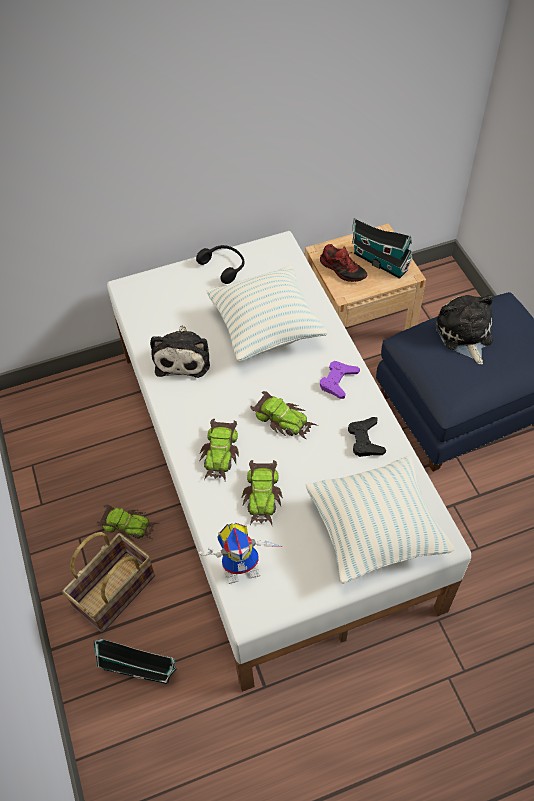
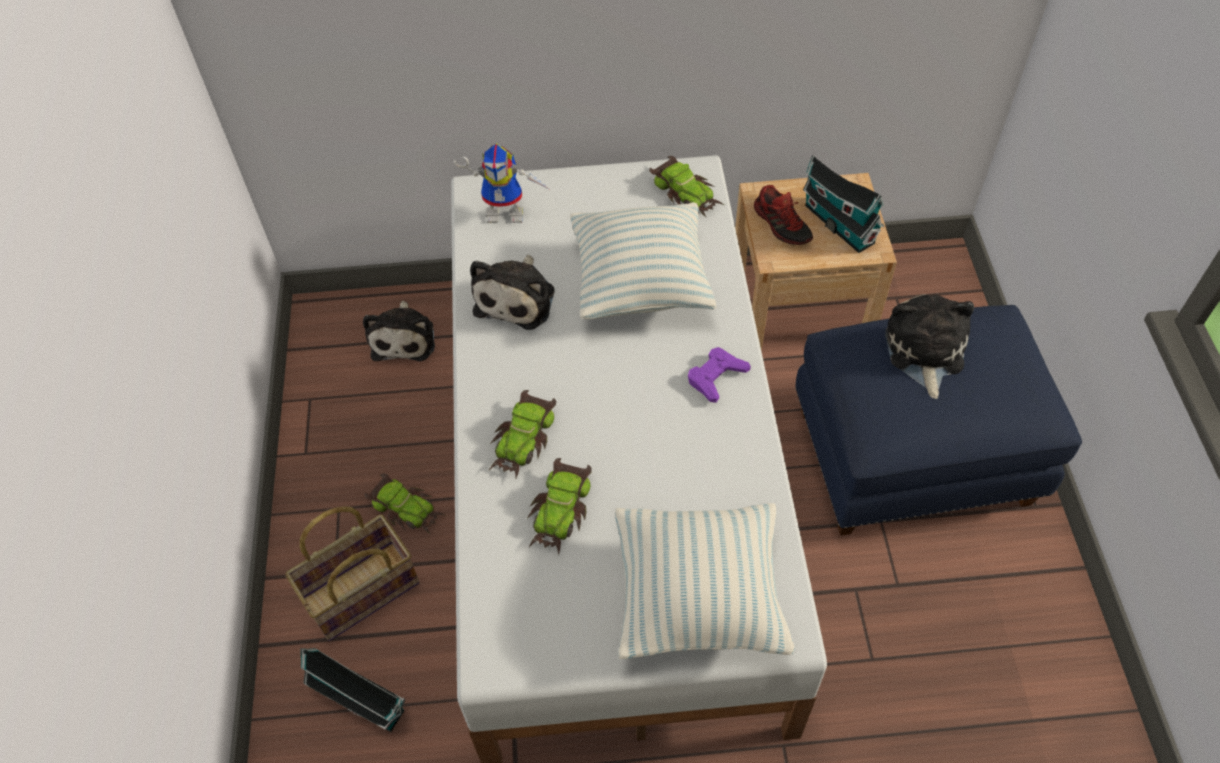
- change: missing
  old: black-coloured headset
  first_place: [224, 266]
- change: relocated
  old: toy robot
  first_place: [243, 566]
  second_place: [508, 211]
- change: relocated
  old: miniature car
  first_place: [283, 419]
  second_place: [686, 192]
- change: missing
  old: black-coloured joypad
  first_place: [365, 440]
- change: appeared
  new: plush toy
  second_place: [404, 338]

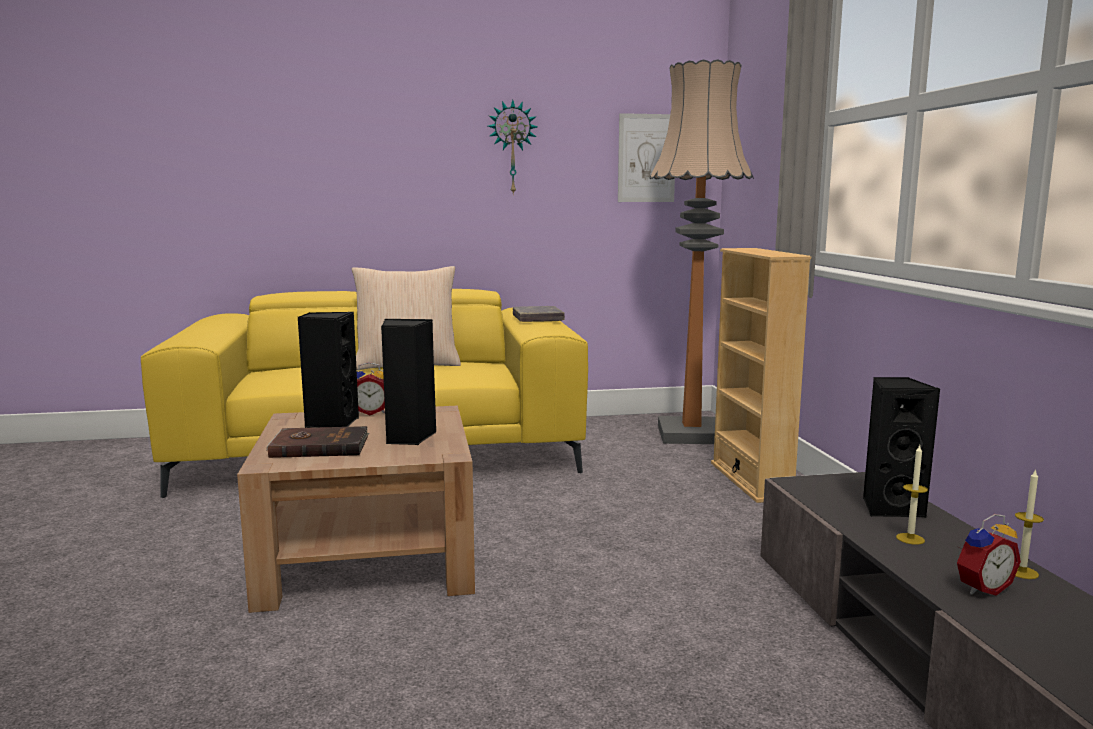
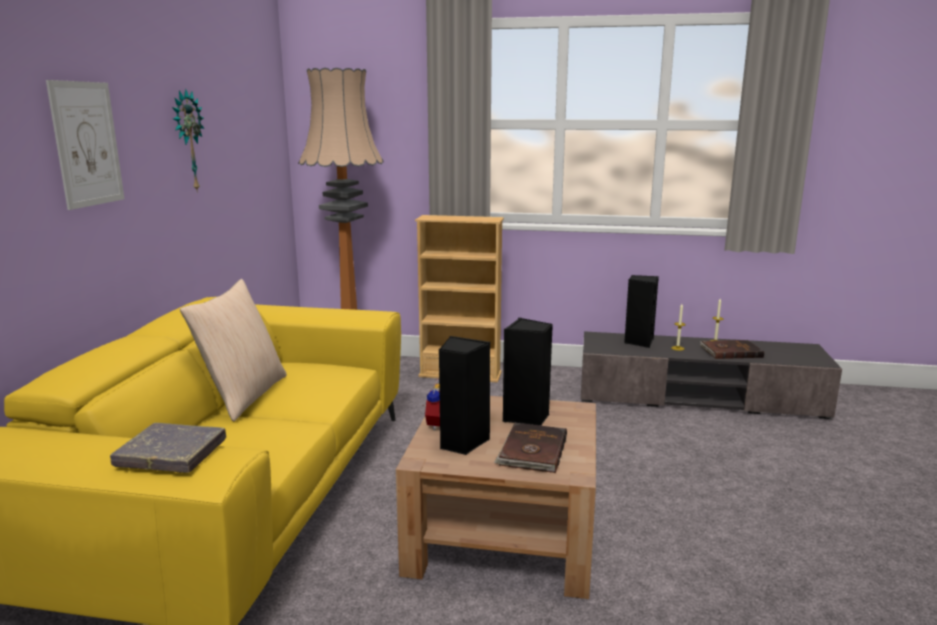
- change: relocated
  old: gray volume
  first_place: [538, 318]
  second_place: [171, 453]
- change: relocated
  old: wall picture
  first_place: [646, 158]
  second_place: [87, 144]
- change: exchanged
  old: bedside clock
  new: brownish volume
  first_place: [981, 588]
  second_place: [730, 351]

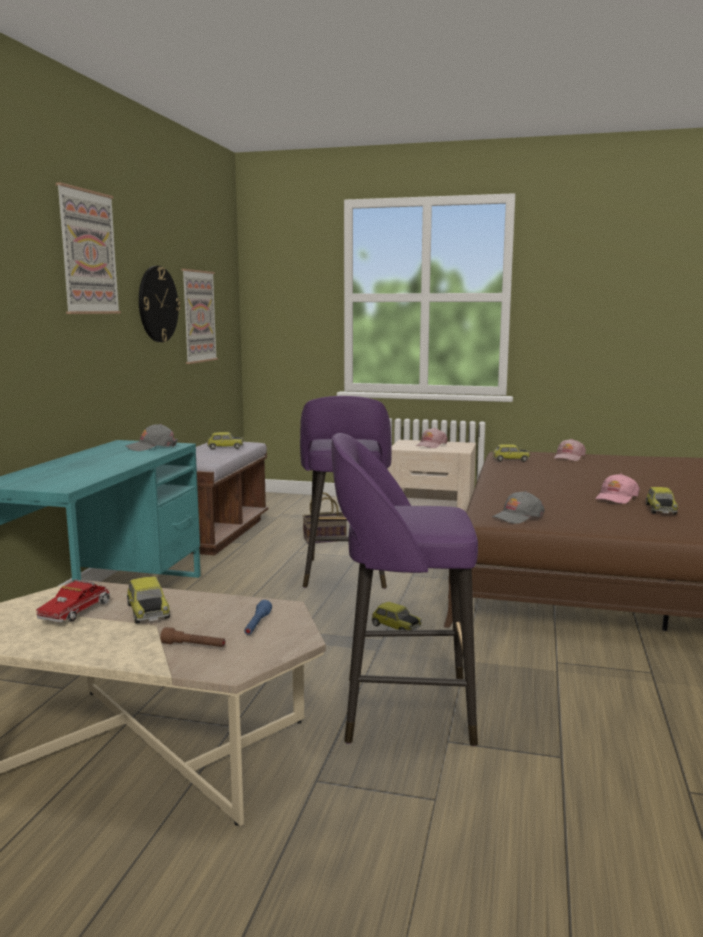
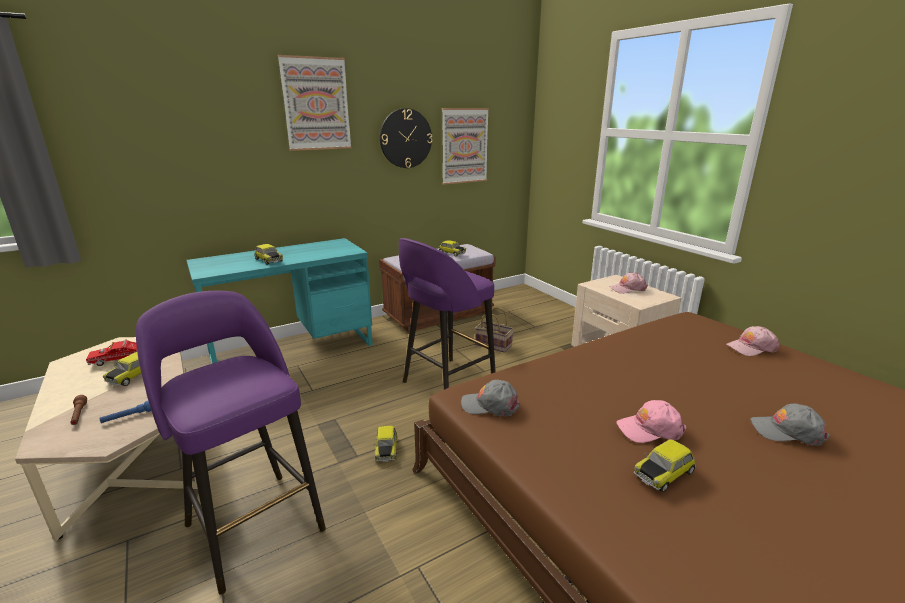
- change: relocated
  old: gray cap
  first_place: [152, 447]
  second_place: [787, 431]
- change: relocated
  old: miniature car
  first_place: [510, 460]
  second_place: [268, 260]

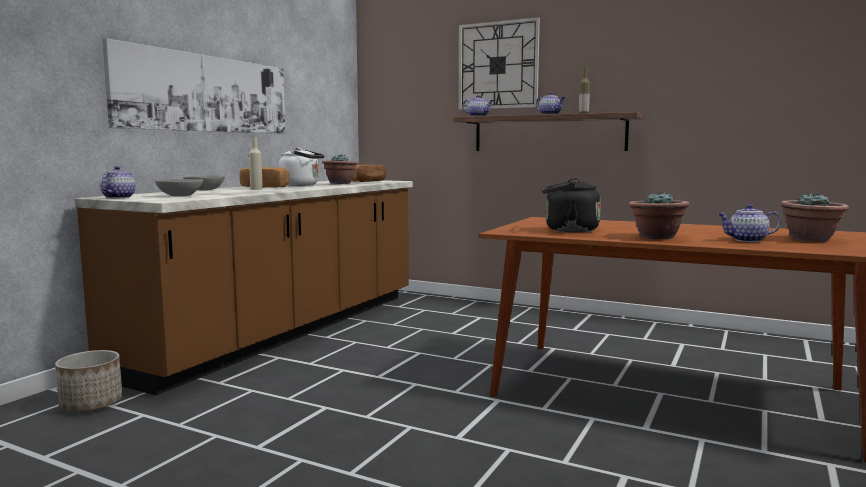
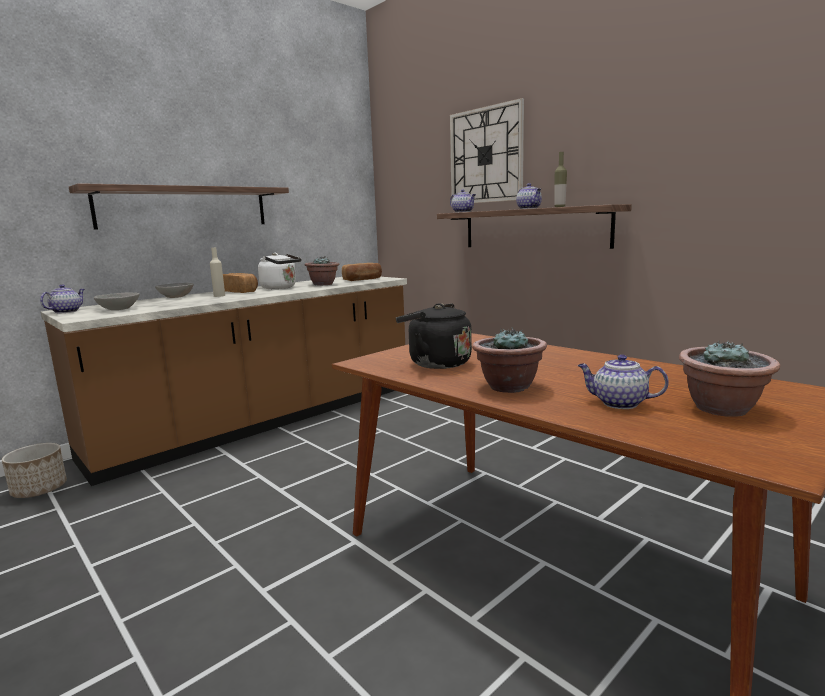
- change: exchanged
  old: wall picture
  new: bracket shelf
  first_place: [206, 94]
  second_place: [185, 207]

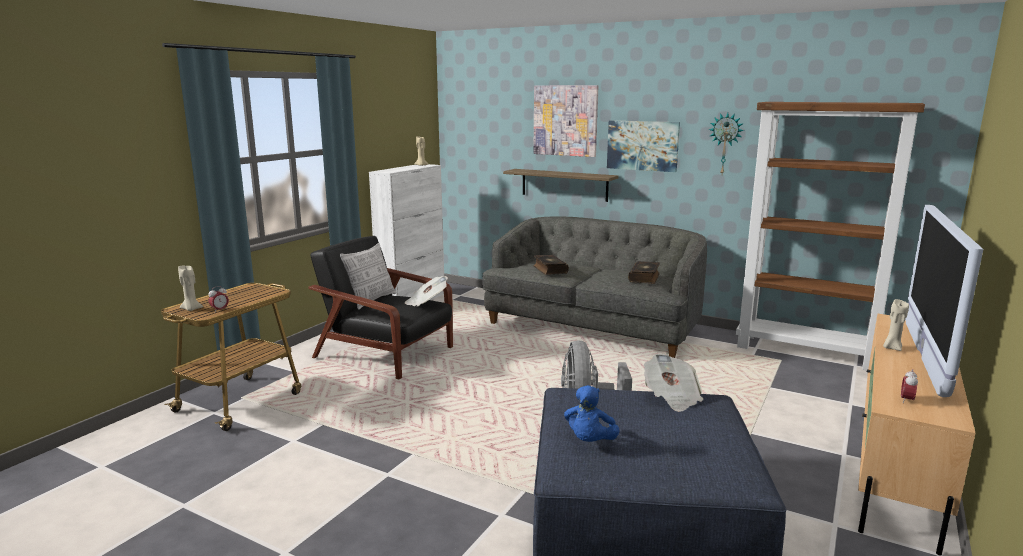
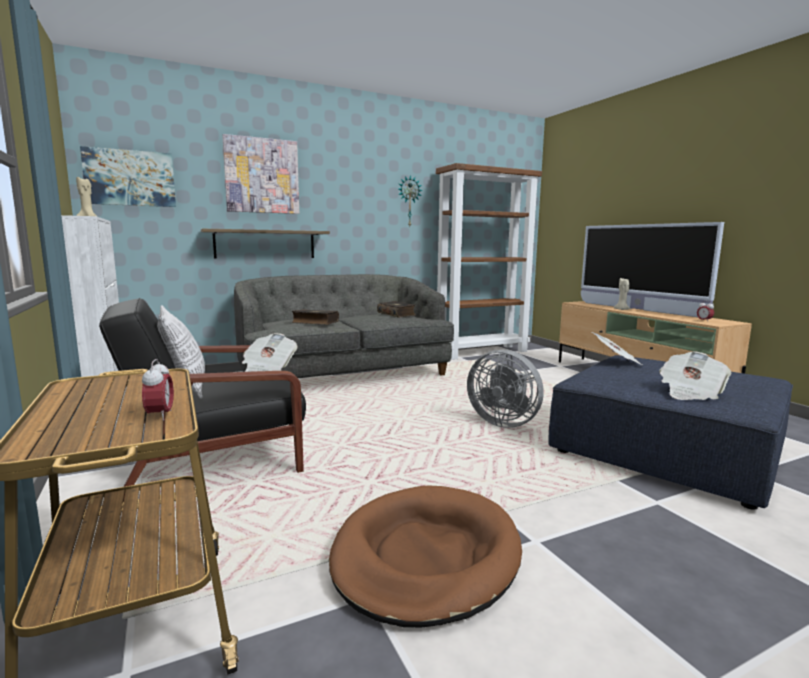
- change: missing
  old: beige-coloured wax candle
  first_place: [191, 309]
- change: exchanged
  old: blue-coloured plush toy
  new: newspaper
  first_place: [590, 441]
  second_place: [690, 393]
- change: relocated
  old: wall picture
  first_place: [642, 145]
  second_place: [130, 178]
- change: appeared
  new: brownish pet bed
  second_place: [425, 557]

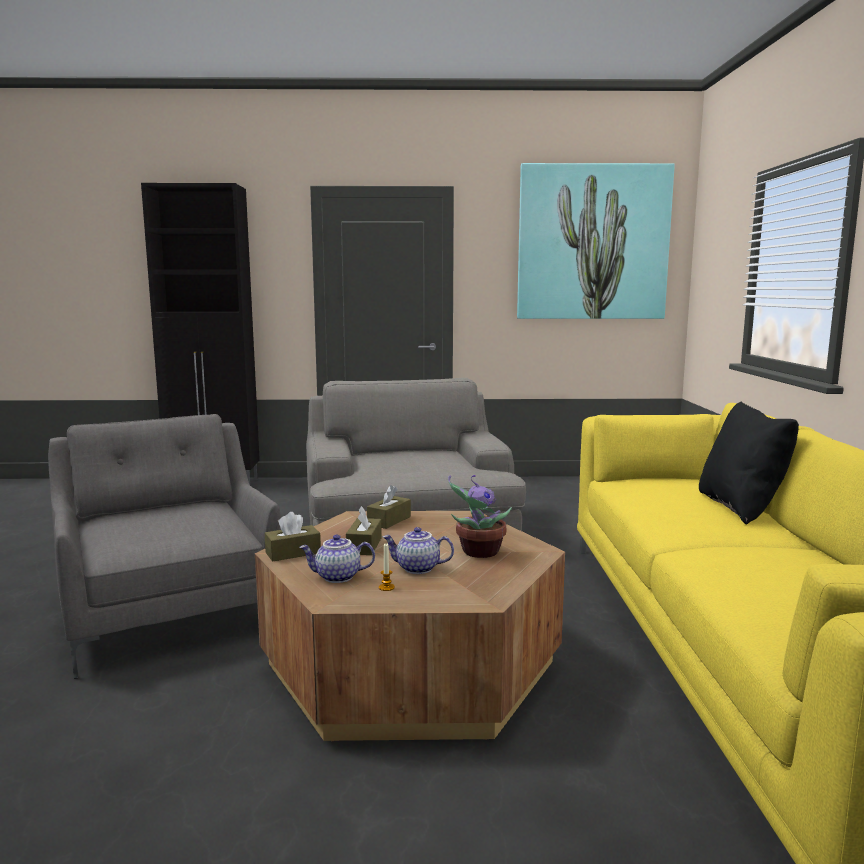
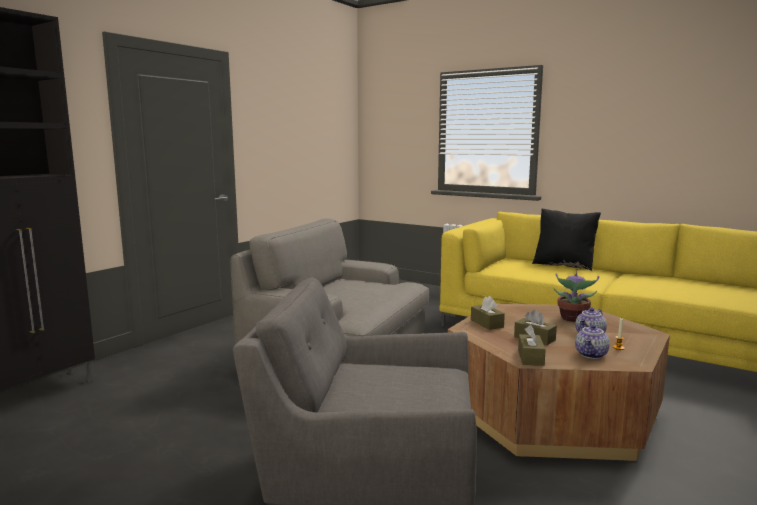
- change: missing
  old: wall picture
  first_place: [592, 243]

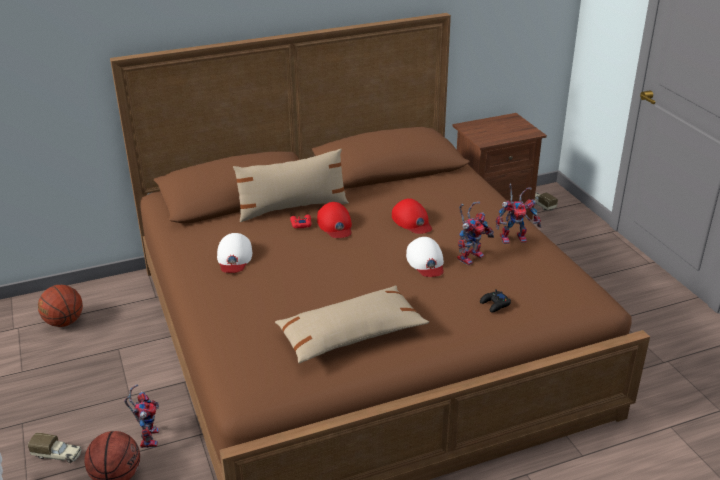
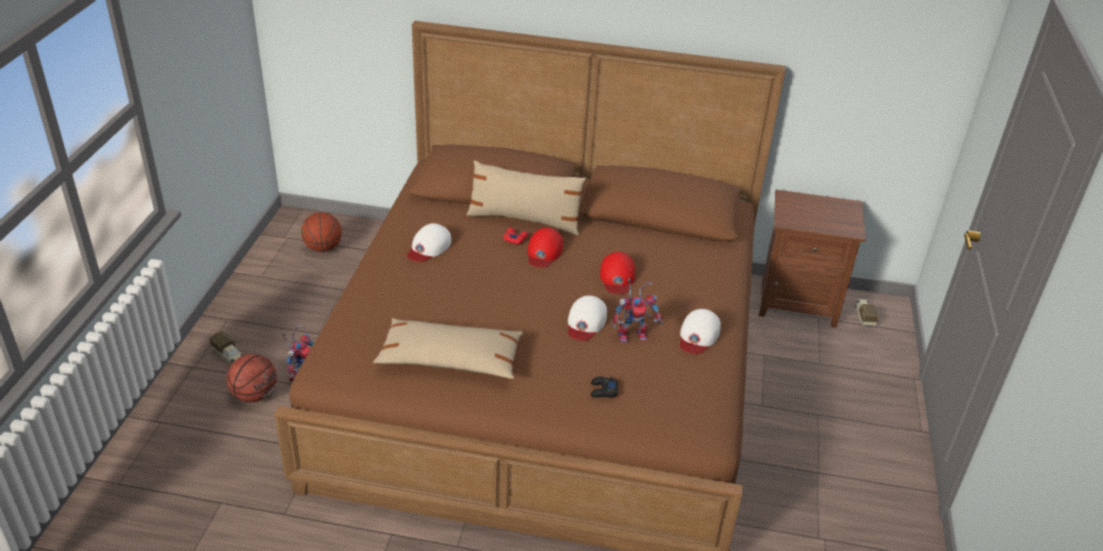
- change: exchanged
  old: toy robot
  new: white cap
  first_place: [515, 237]
  second_place: [698, 335]

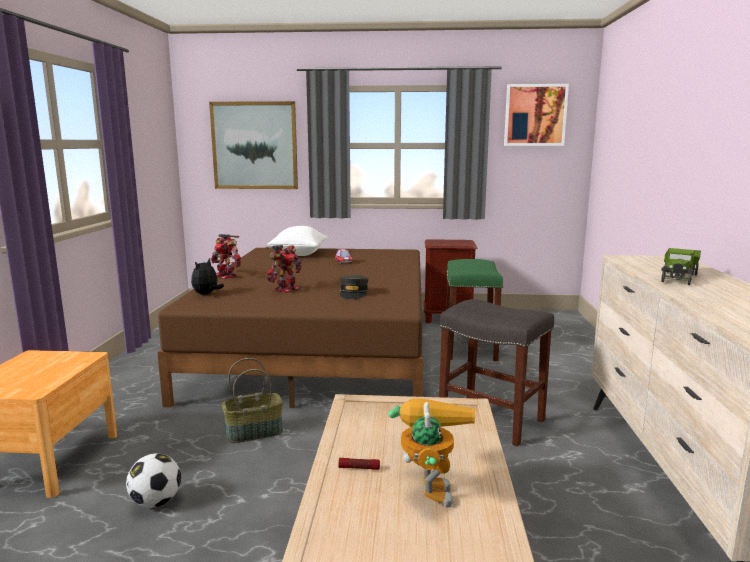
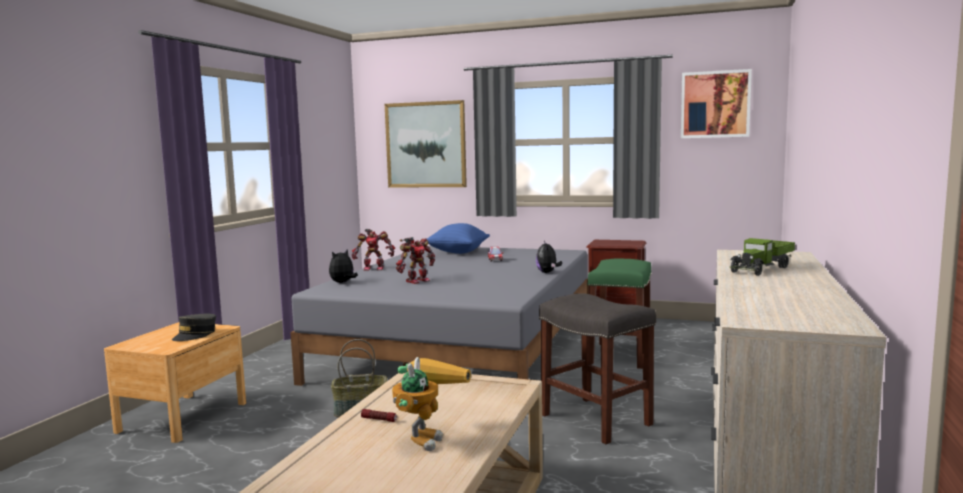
- change: missing
  old: football ball
  first_place: [156, 502]
- change: colour
  old: brownish bed
  new: gray bed
  first_place: [319, 349]
  second_place: [463, 347]
- change: spun
  old: toy robot
  first_place: [226, 275]
  second_place: [373, 268]
  degrees: -60
- change: colour
  old: white cushion
  new: blue-coloured cushion
  first_place: [299, 255]
  second_place: [458, 252]
- change: relocated
  old: gray cap
  first_place: [353, 293]
  second_place: [195, 335]
- change: appeared
  new: plush toy
  second_place: [547, 272]

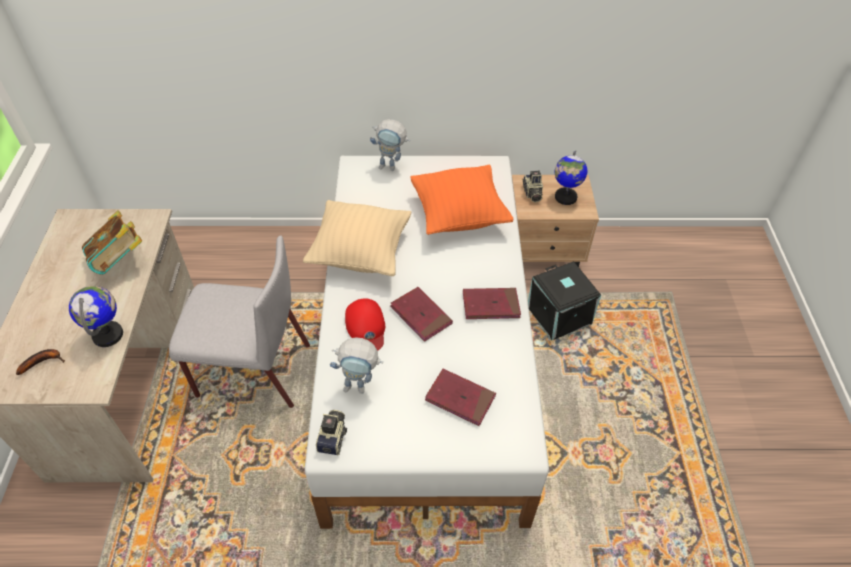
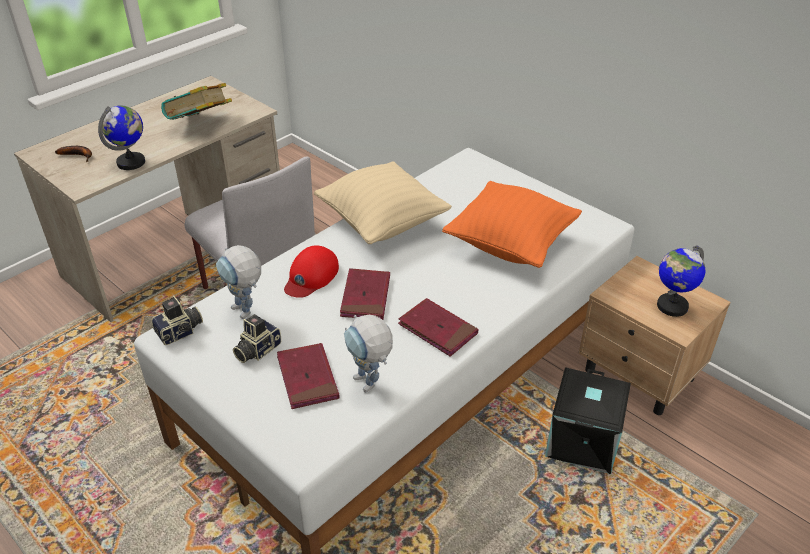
- change: relocated
  old: toy robot
  first_place: [392, 167]
  second_place: [370, 386]
- change: relocated
  old: still camera
  first_place: [532, 193]
  second_place: [256, 350]

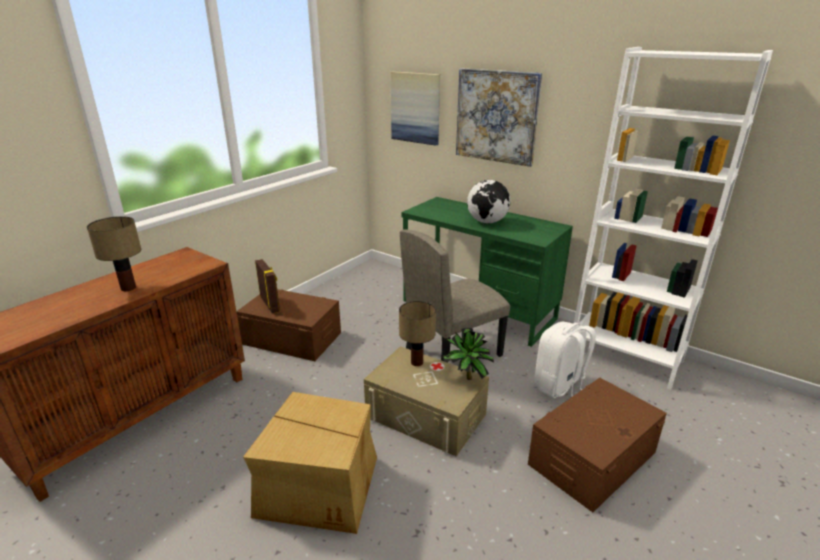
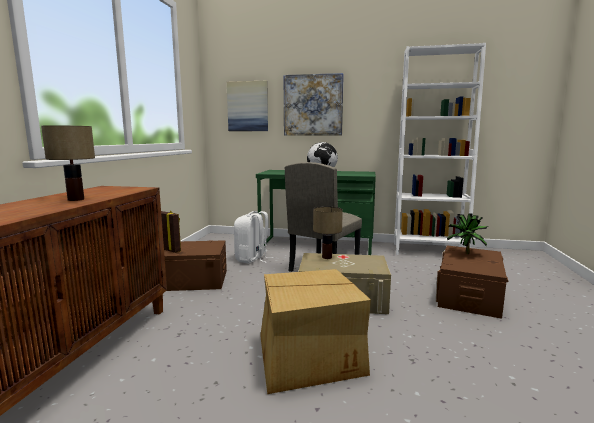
- change: relocated
  old: potted plant
  first_place: [465, 379]
  second_place: [465, 254]
- change: relocated
  old: white rucksack
  first_place: [560, 387]
  second_place: [252, 259]

